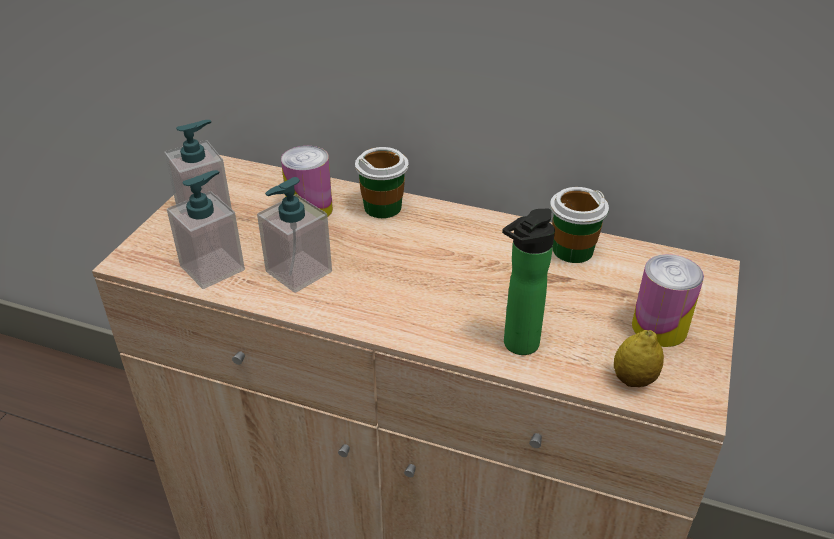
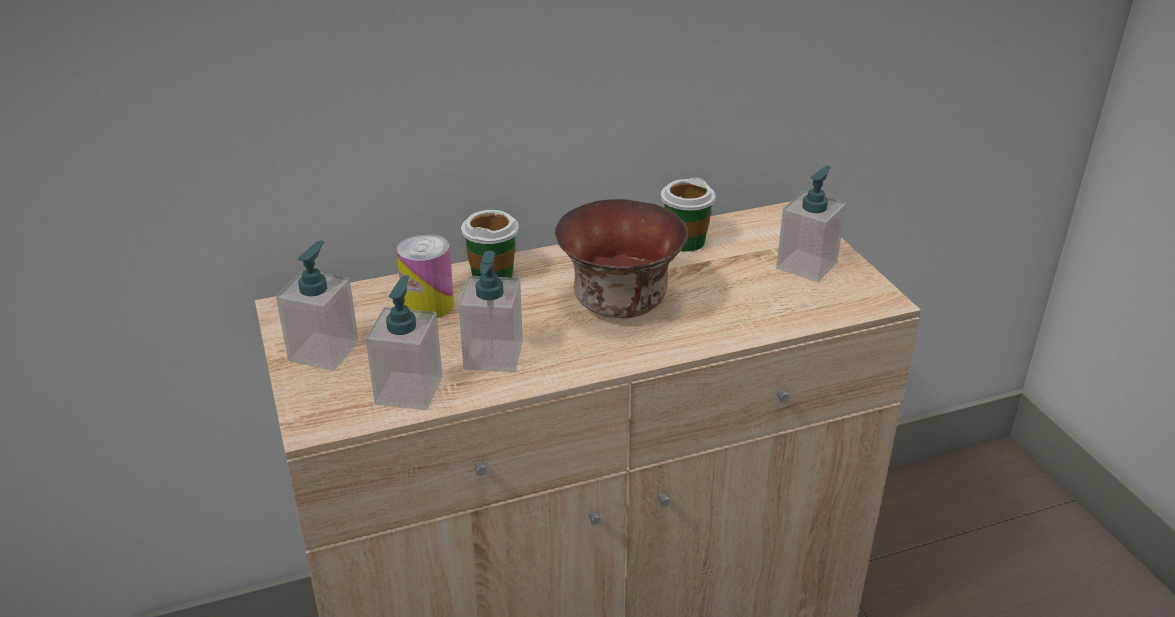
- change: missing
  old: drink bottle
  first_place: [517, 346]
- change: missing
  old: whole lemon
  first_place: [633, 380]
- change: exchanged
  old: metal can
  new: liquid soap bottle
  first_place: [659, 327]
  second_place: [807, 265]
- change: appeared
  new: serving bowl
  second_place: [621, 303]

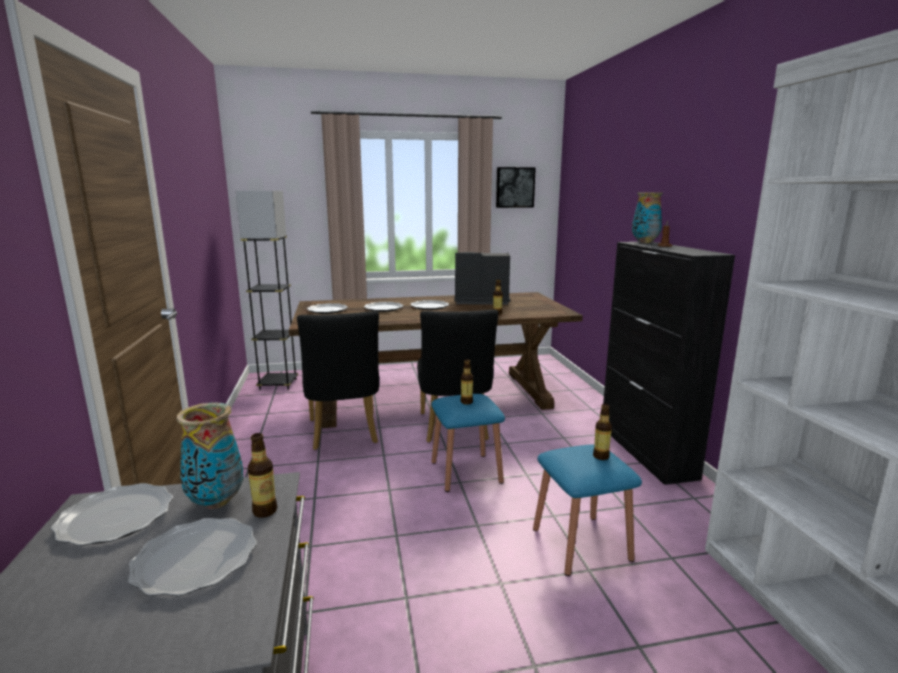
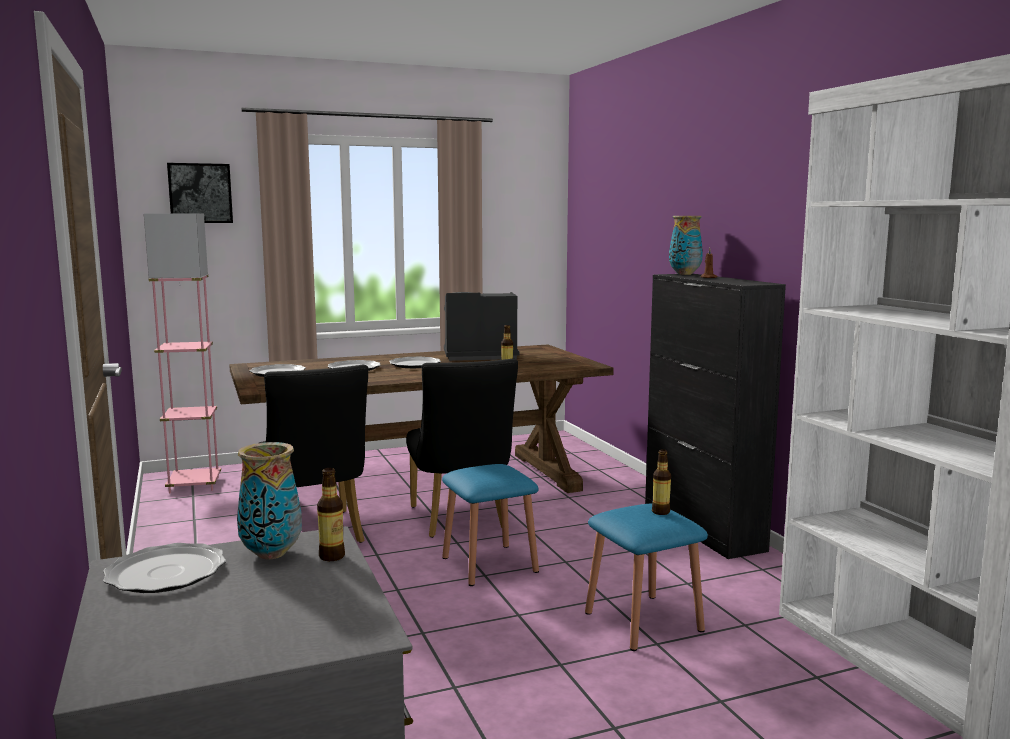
- change: missing
  old: flat dish
  first_place: [195, 560]
- change: colour
  old: gray standing lamp
  new: pinkish standing lamp
  first_place: [278, 384]
  second_place: [194, 485]
- change: missing
  old: drink bottle
  first_place: [466, 402]
- change: relocated
  old: wall picture
  first_place: [514, 187]
  second_place: [200, 193]

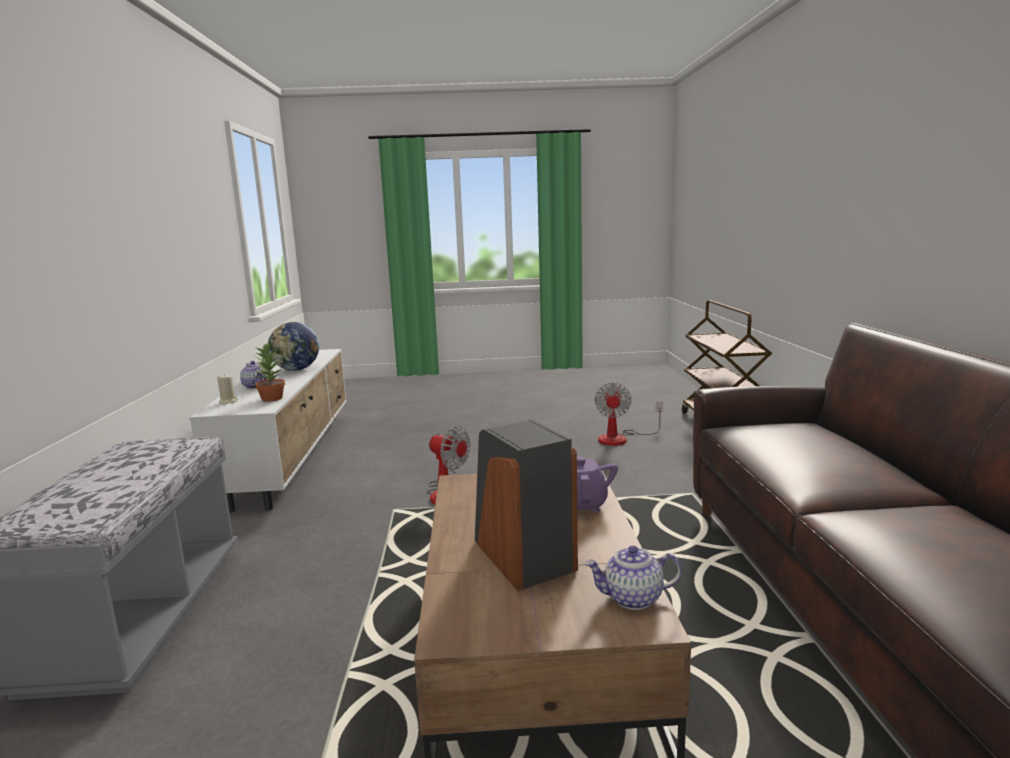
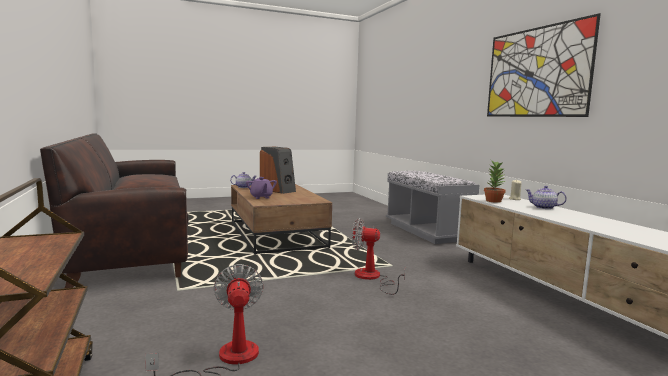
- change: missing
  old: world globe
  first_place: [296, 370]
- change: appeared
  new: wall picture
  second_place: [536, 72]

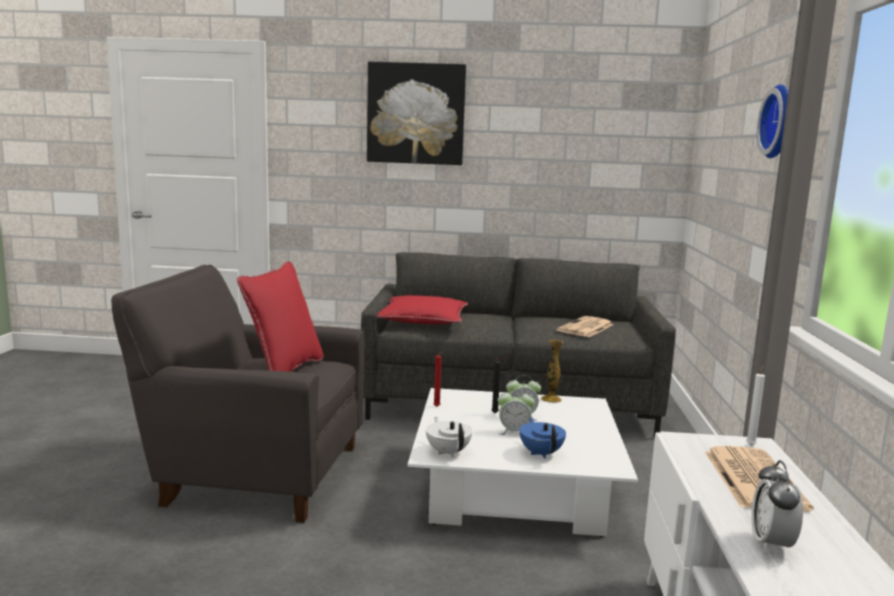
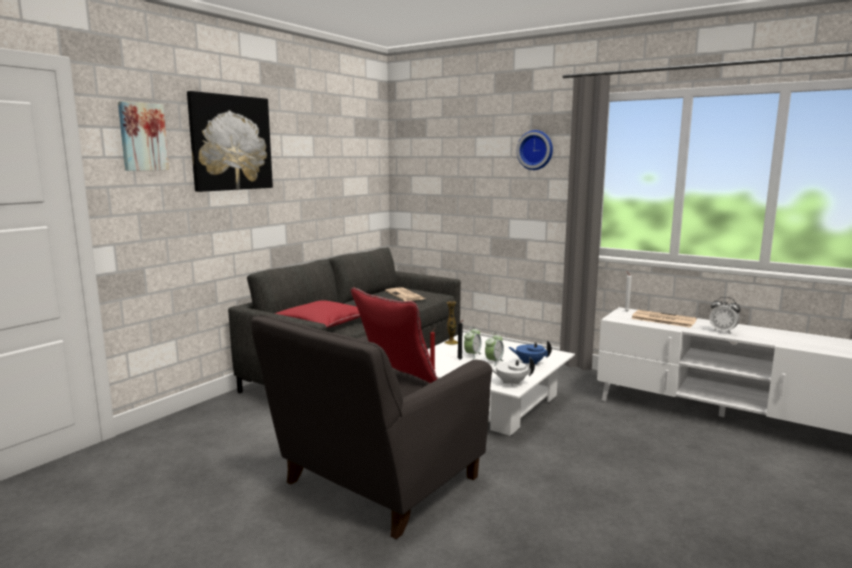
- change: appeared
  new: wall picture
  second_place: [142, 137]

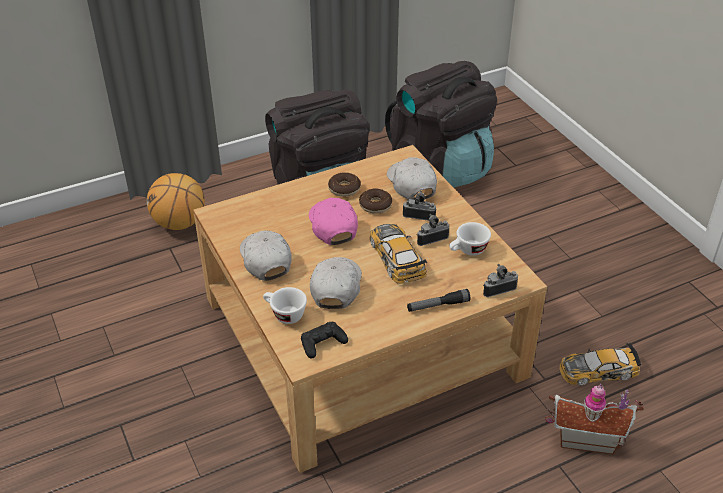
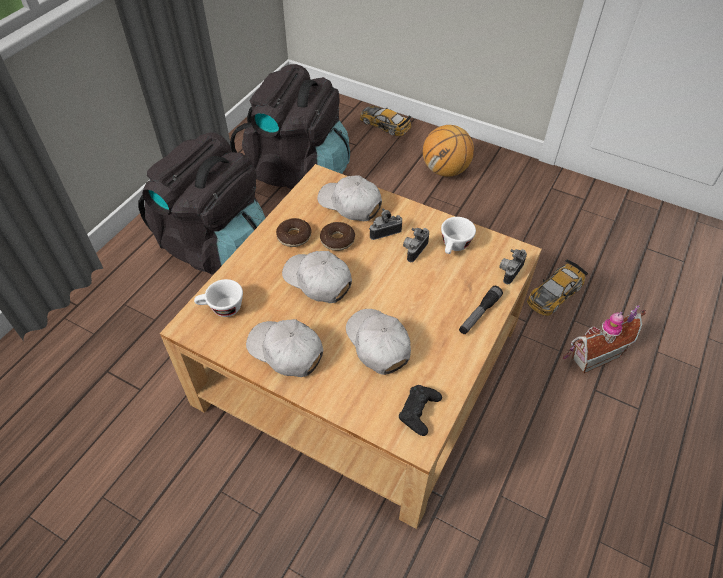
- change: relocated
  old: basketball
  first_place: [179, 223]
  second_place: [445, 170]
- change: relocated
  old: white cup
  first_place: [284, 314]
  second_place: [221, 308]
- change: colour
  old: pinkish cap
  new: white cap
  first_place: [332, 226]
  second_place: [317, 281]
- change: relocated
  old: miniature car
  first_place: [396, 257]
  second_place: [384, 124]

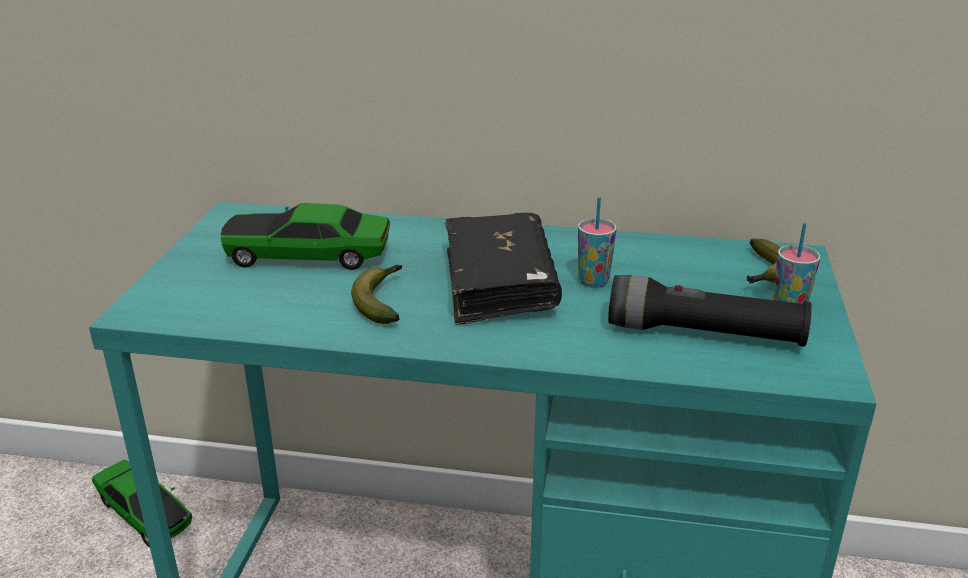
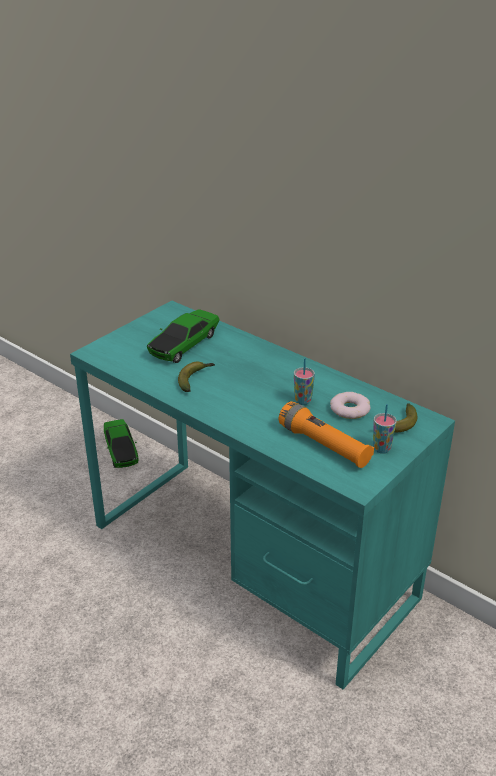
- change: spun
  old: miniature car
  first_place: [308, 256]
  second_place: [184, 345]
  degrees: -90
- change: missing
  old: black-coloured volume
  first_place: [499, 284]
- change: colour
  old: black-coloured torch
  new: orange-coloured torch
  first_place: [704, 334]
  second_place: [324, 445]
- change: appeared
  new: doughnut
  second_place: [349, 409]

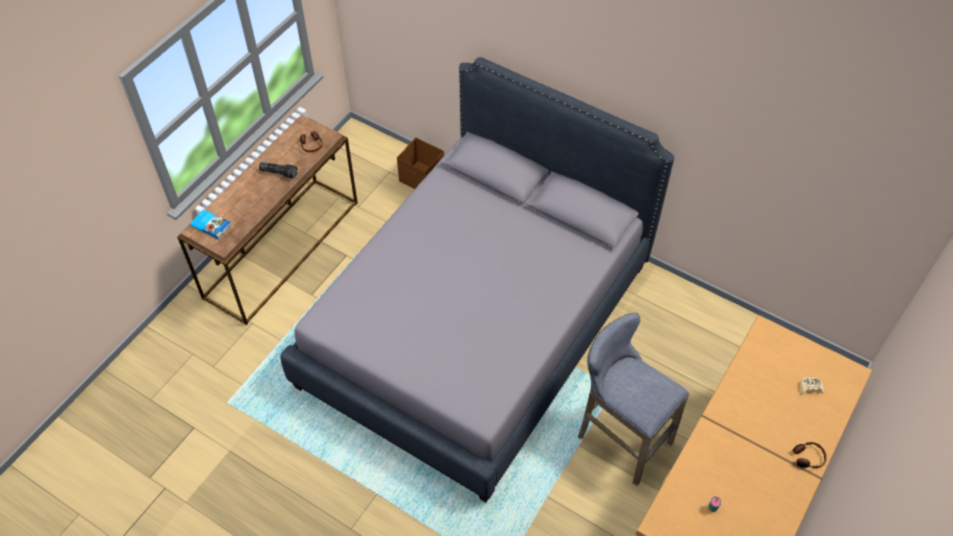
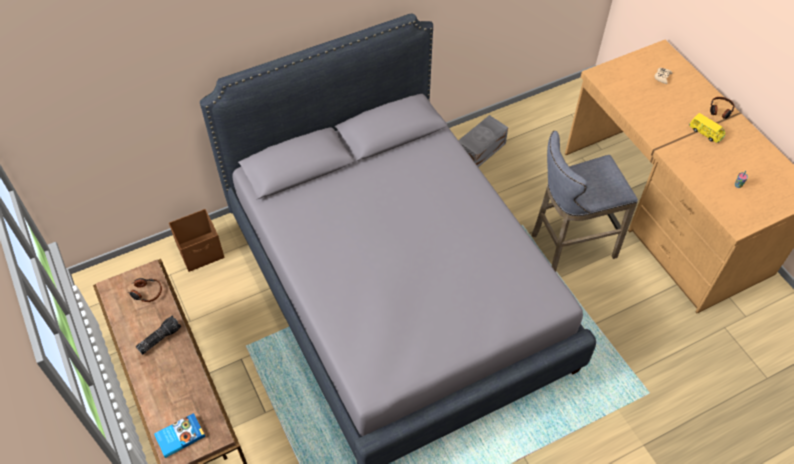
- change: appeared
  new: gray storage box
  second_place: [481, 150]
- change: appeared
  new: yellow-coloured miniature car
  second_place: [705, 133]

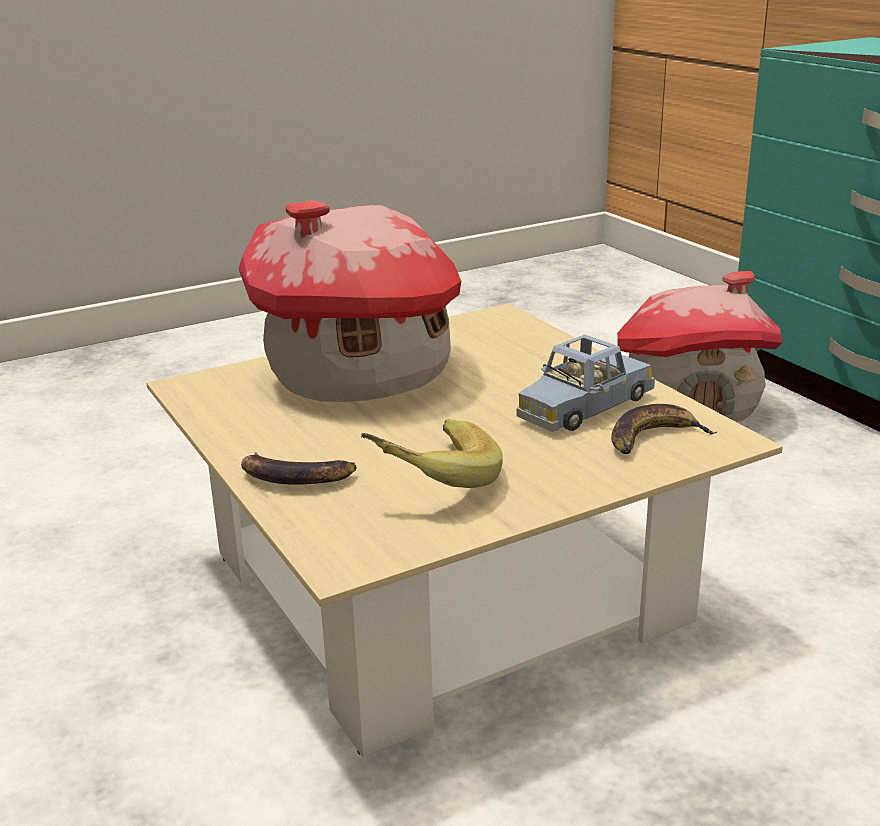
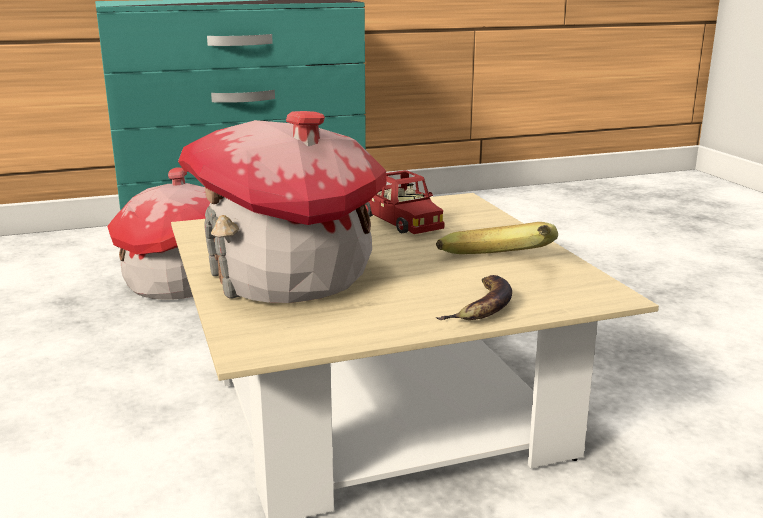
- change: colour
  old: blue-coloured miniature car
  new: reddish miniature car
  first_place: [584, 407]
  second_place: [400, 221]
- change: missing
  old: whole banana
  first_place: [653, 438]

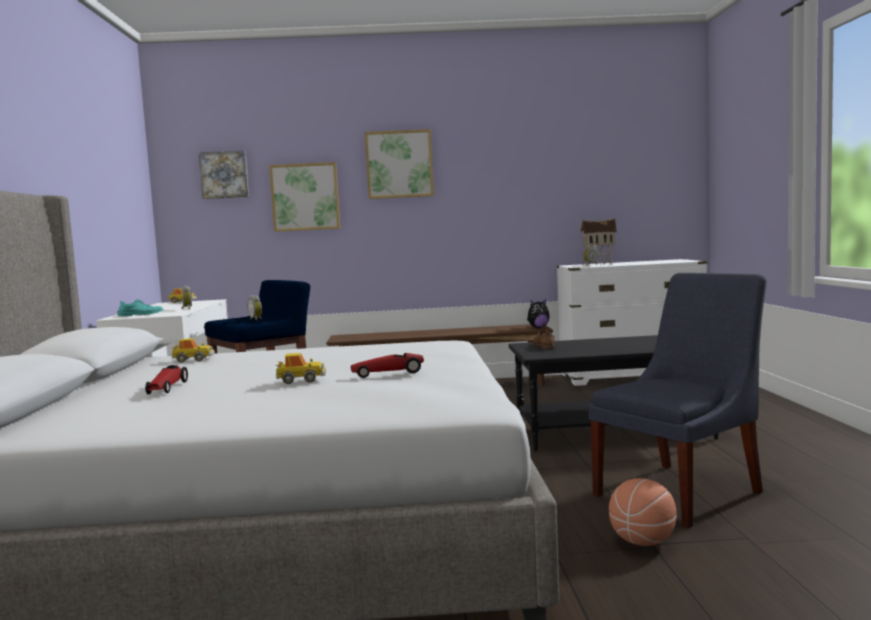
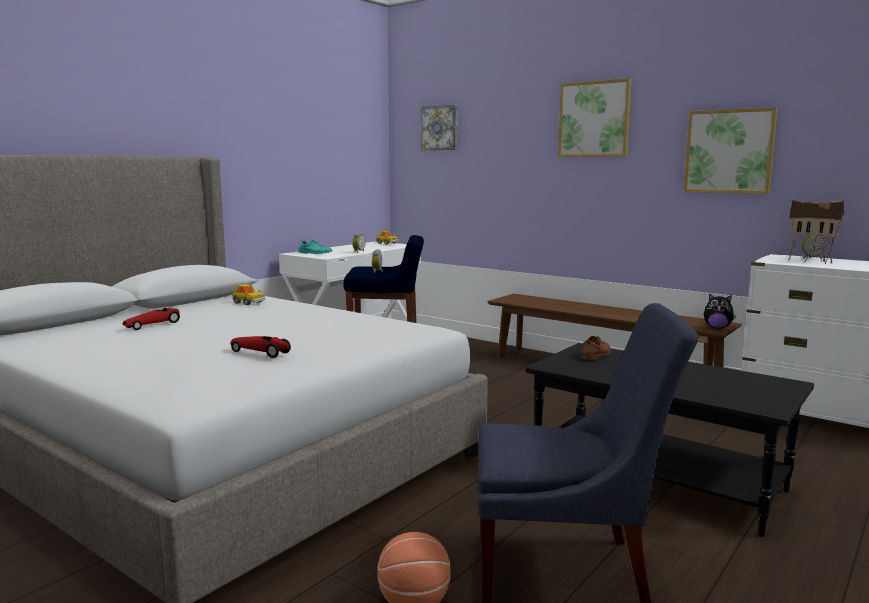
- change: relocated
  old: wall picture
  first_place: [305, 197]
  second_place: [729, 151]
- change: missing
  old: miniature car
  first_place: [301, 380]

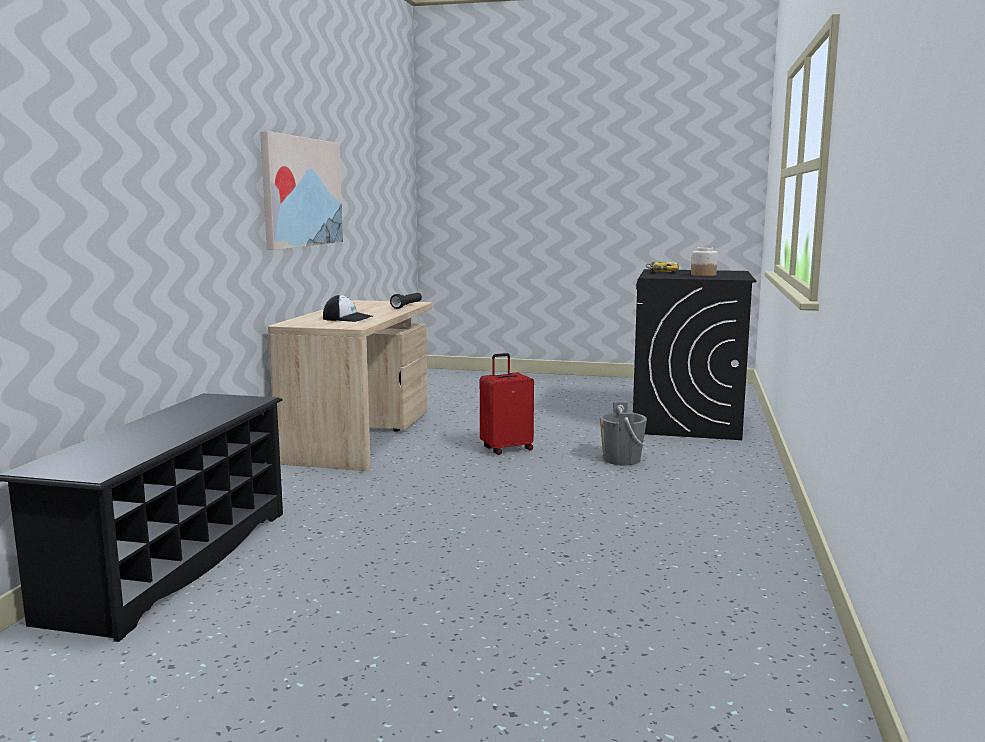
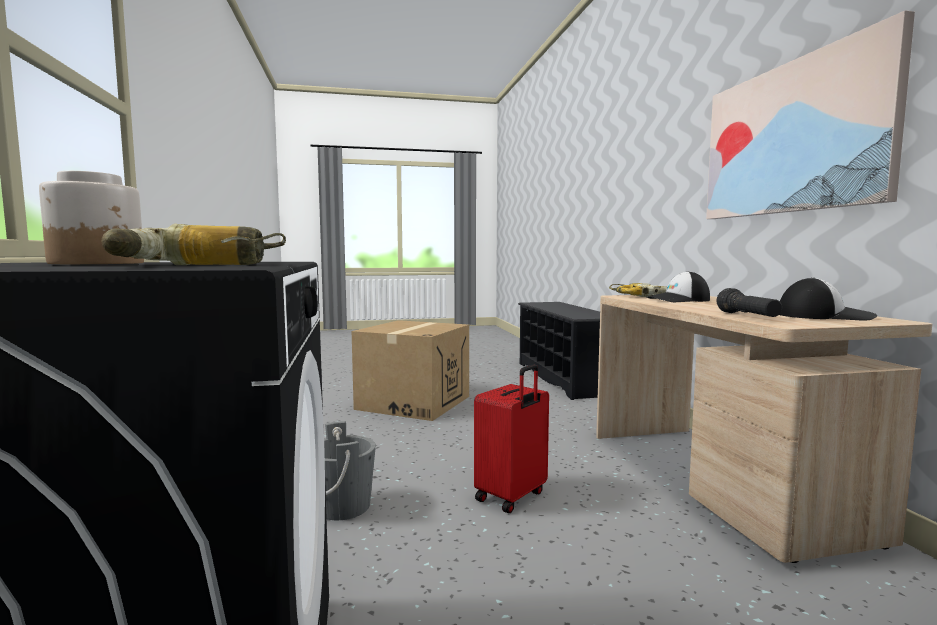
- change: appeared
  new: carton
  second_place: [413, 402]
- change: appeared
  new: electric drill
  second_place: [643, 296]
- change: appeared
  new: cap
  second_place: [824, 316]

